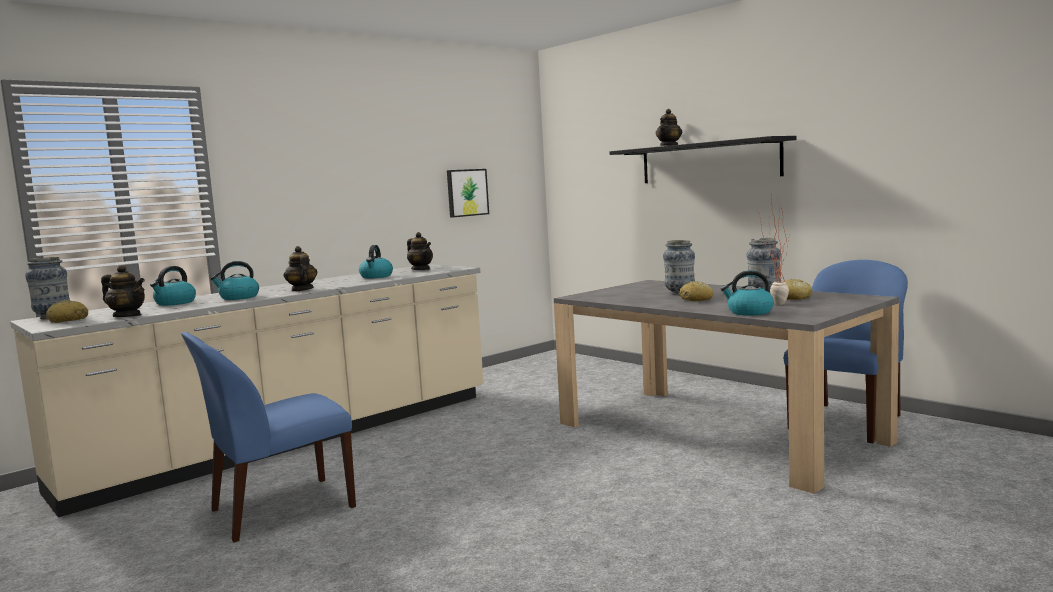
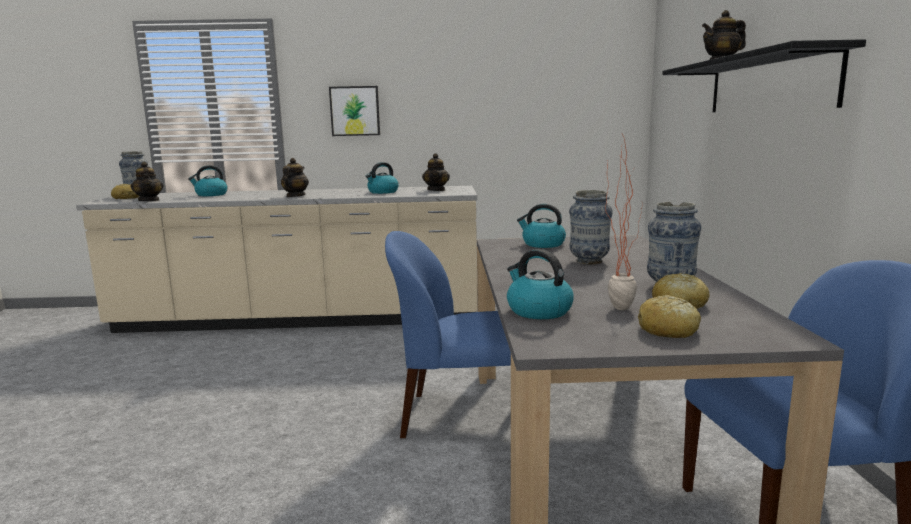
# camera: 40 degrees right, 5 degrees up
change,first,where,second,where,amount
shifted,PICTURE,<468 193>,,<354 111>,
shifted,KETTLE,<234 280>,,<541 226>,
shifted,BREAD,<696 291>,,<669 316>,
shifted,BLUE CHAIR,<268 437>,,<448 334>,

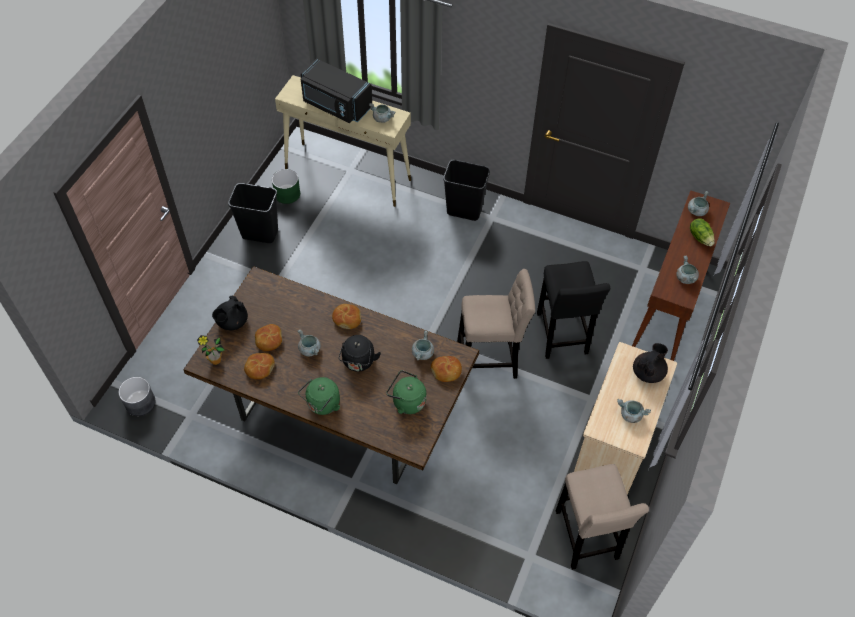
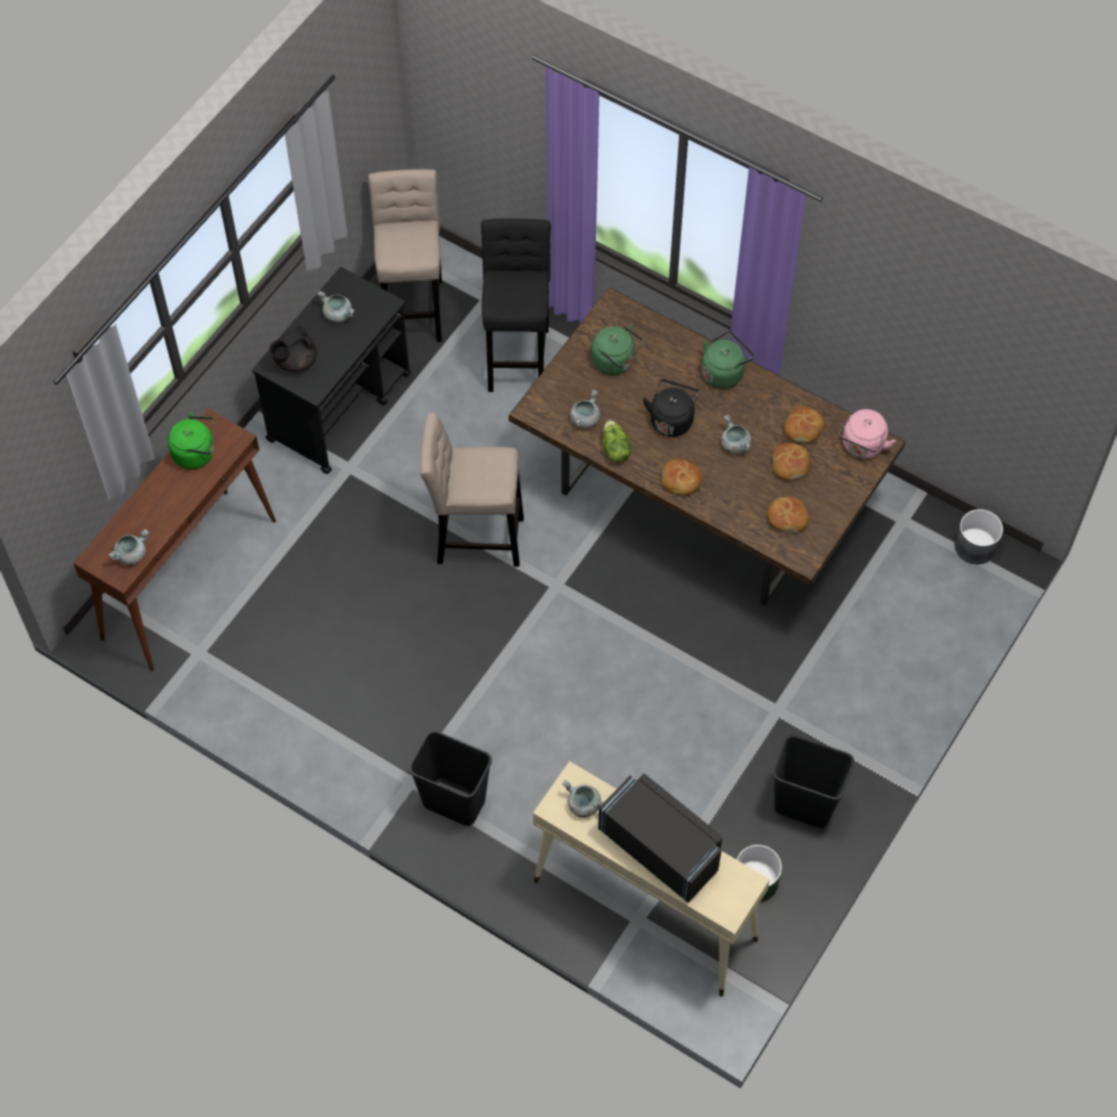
# camera: 170 degrees left, 5 degrees up
change,first,where,second,where,amount
shifted,LETTUCE,<702 232>,,<616 441>,
swapped,GREY COOKING POT,<687 269>,GREEN KETTLE,<191 440>,
shifted,BLACK STOOL,<573 310>,,<516 305>,
gone,BLACK TEAPOT,<230 313>,,,
swapped,POTTED PLANT,<210 350>,PINK KETTLE,<867 434>,
repainted,BEIGE CART,<625 420>,BLACK CART,<331 370>,
shifted,BREAD,<446 369>,,<788 515>,

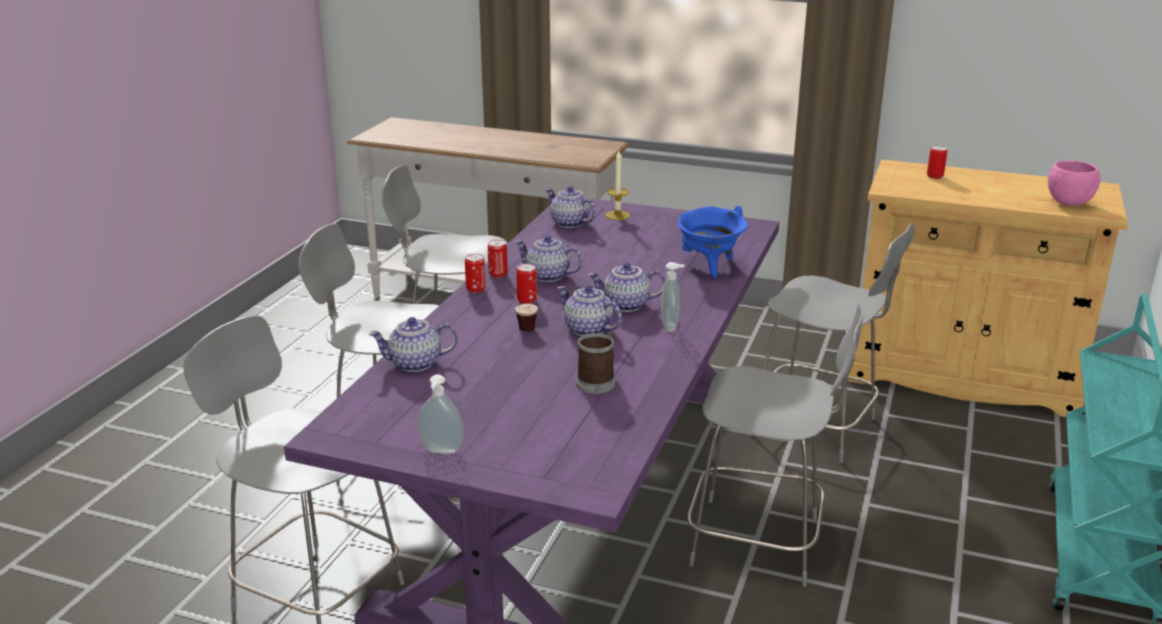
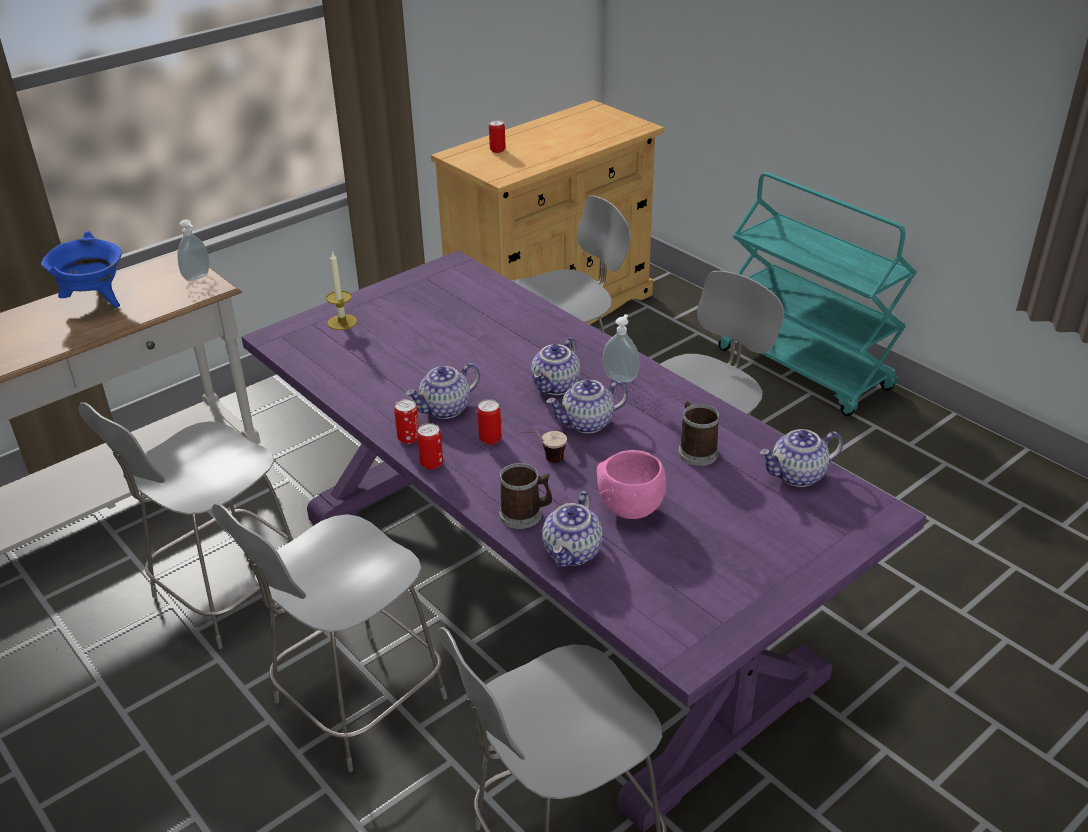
# camera: 60 degrees left, 10 degrees up
change,first,where,second,where,amount
shifted,PINK BOWL,<1074 183>,,<631 484>,
shifted,TEAPOT,<571 207>,,<801 458>,
shifted,BLUE COOKING POT,<713 242>,,<81 269>,
shifted,SOAP DISPENSER,<440 414>,,<193 250>,
new,,,MUG,<525 496>,

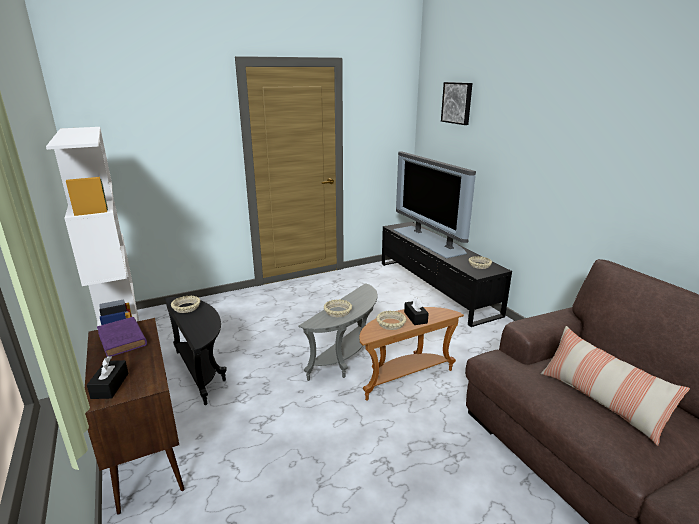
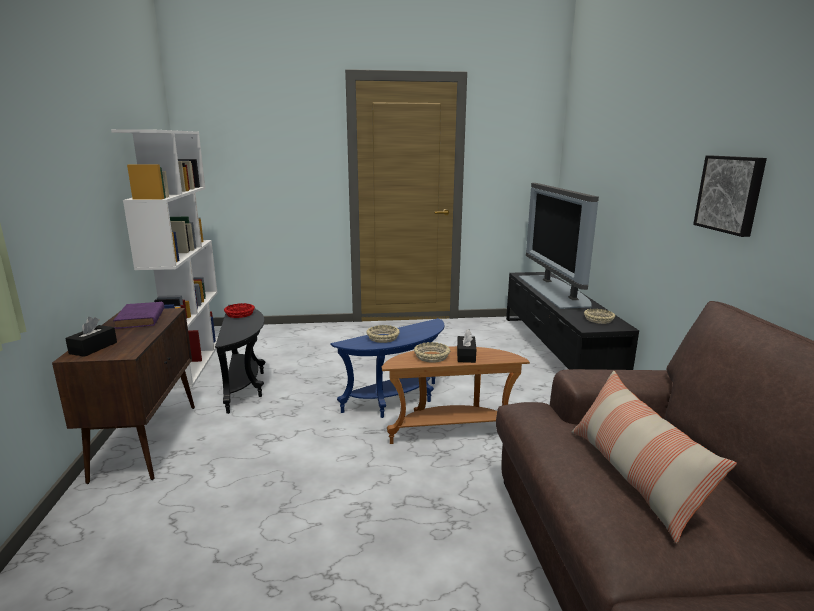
# camera: 20 degrees right, 5 degrees down
change,first,where,second,where,amount
shifted,PICTURE,<457 103>,,<730 196>,
repainted,GREY SIDE TABLE,<338 332>,BLUE SIDE TABLE,<387 368>,
repainted,BEIGE BOWL,<185 304>,RED BOWL,<239 310>,

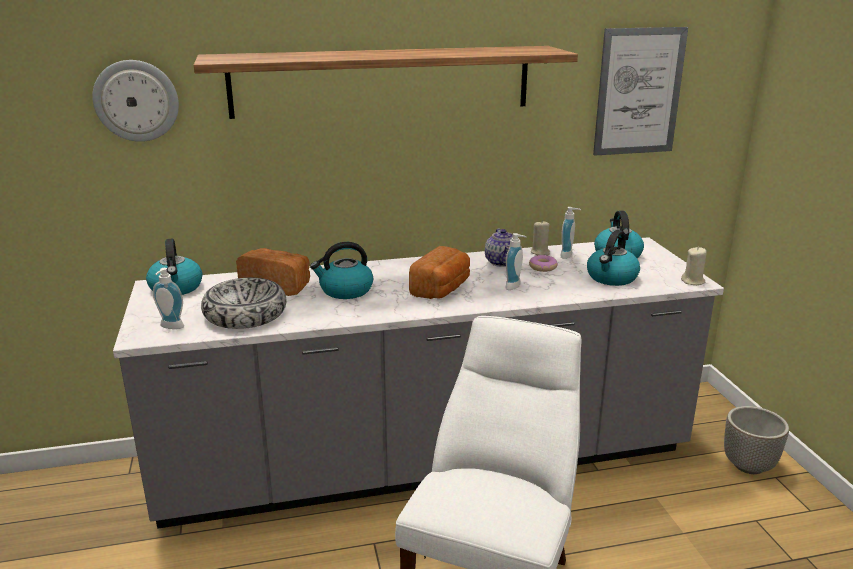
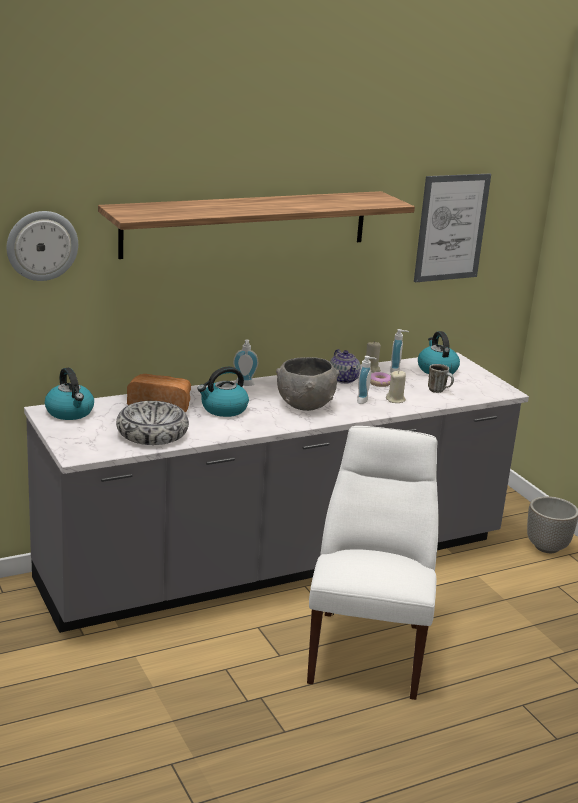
# camera: 15 degrees left, 0 degrees up
change,first,where,second,where,amount
swapped,KETTLE,<613 258>,MUG,<441 378>,
swapped,BREAD,<439 272>,GREY BOWL,<308 384>,
shifted,BEIGE CANDLE,<694 266>,,<396 386>,
shifted,SOAP DISPENSER,<168 298>,,<245 363>,

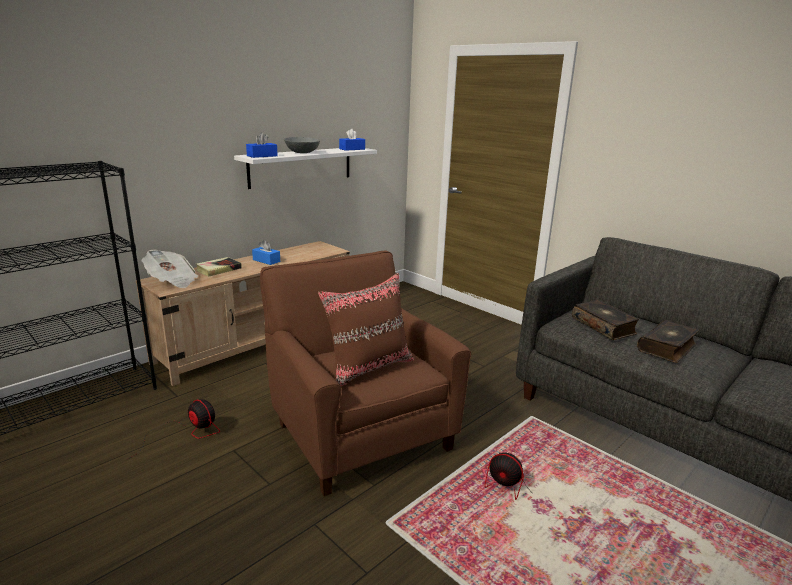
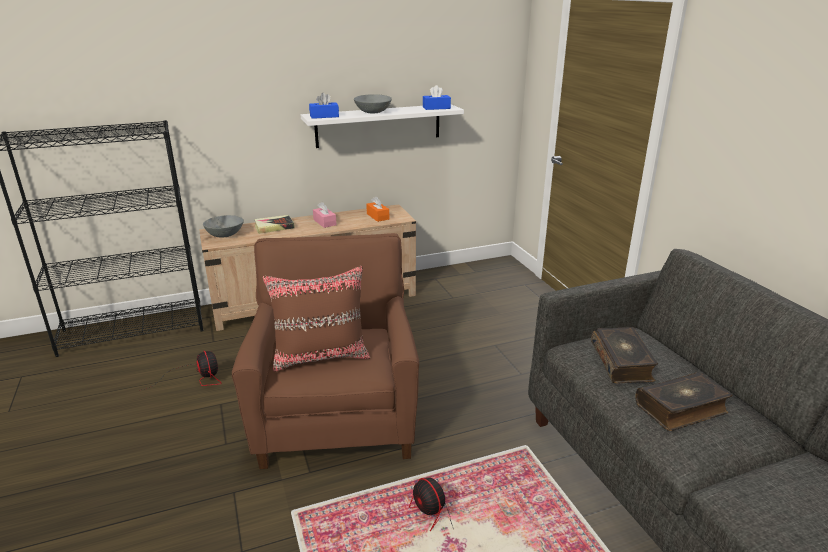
# camera: 25 degrees right, 5 degrees up
change,first,where,second,where,amount
repainted,BLUE TISSUE BOX,<266 252>,PINK TISSUE BOX,<325 215>,
swapped,NEWSPAPER,<170 269>,GREY BOWL,<223 226>,
new,,,ORANGE TISSUE BOX,<377 209>,

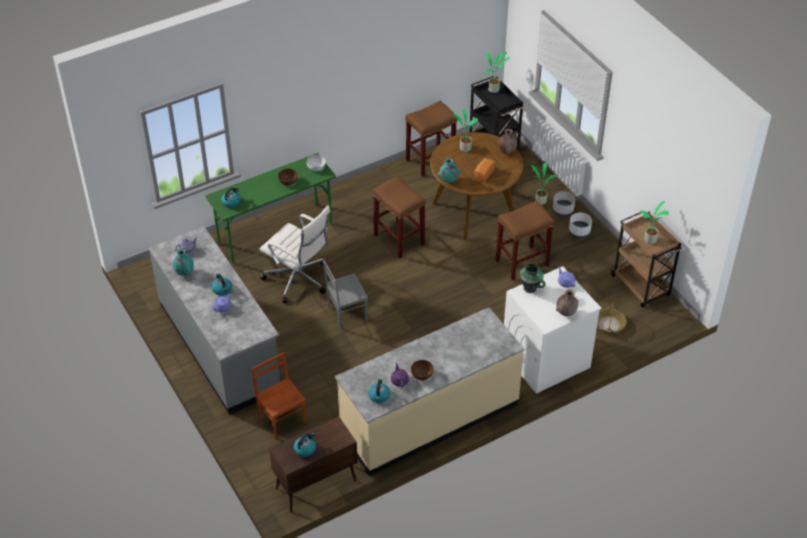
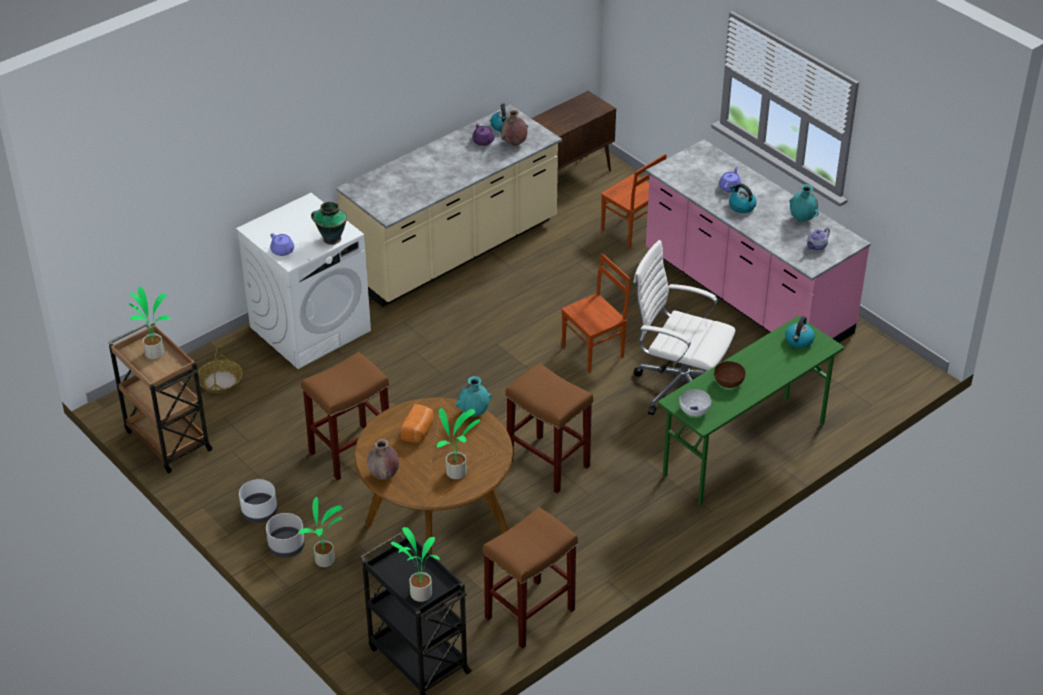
# camera: 170 degrees right, 5 degrees down
change,first,where,second,where,amount
repainted,GREY COUNTER,<214 320>,PINK COUNTER,<758 241>,
repainted,GREY CHAIR,<345 294>,BROWN CHAIR,<595 313>,
shifted,BROWN VASE,<567 303>,,<514 128>,
gone,BROWN BOWL,<422 370>,,,
gone,KETTLE,<305 445>,,,

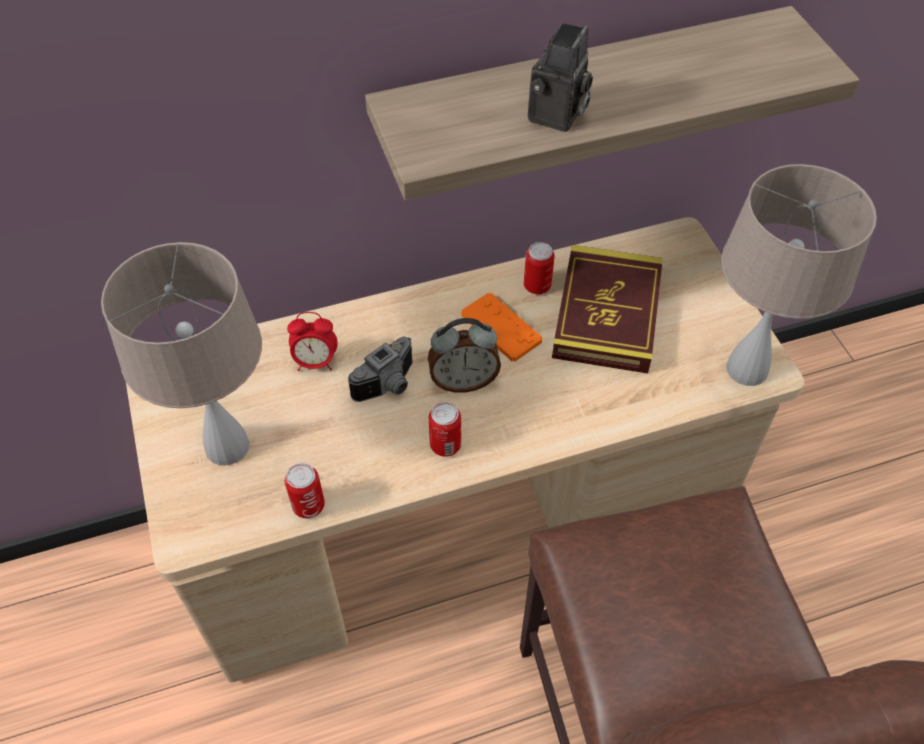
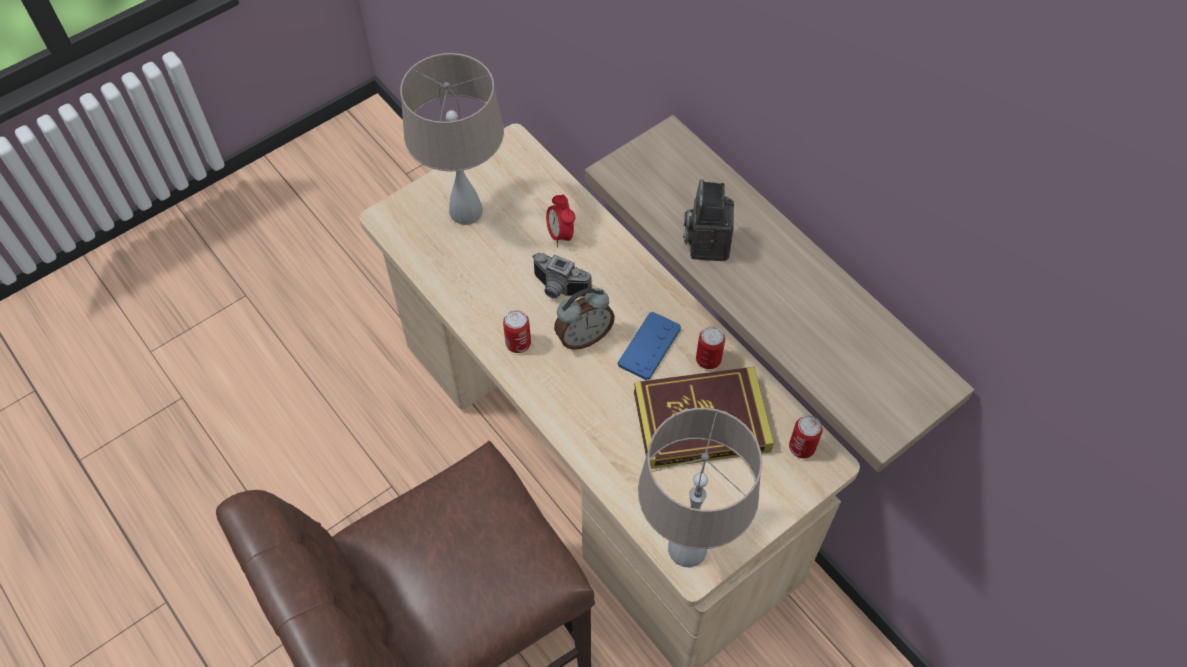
# camera: 70 degrees right, 5 degrees up
change,first,where,second,where,amount
rotated,PHOTO CAMERA,<560 77>,,<708 220>,90 degrees clockwise
repainted,ORANGE GAME CONTROLLER,<501 327>,BLUE GAME CONTROLLER,<649 345>,
rotated,ALARM CLOCK,<464 355>,,<584 319>,90 degrees counterclockwise
shifted,CAN,<305 490>,,<806 436>,

